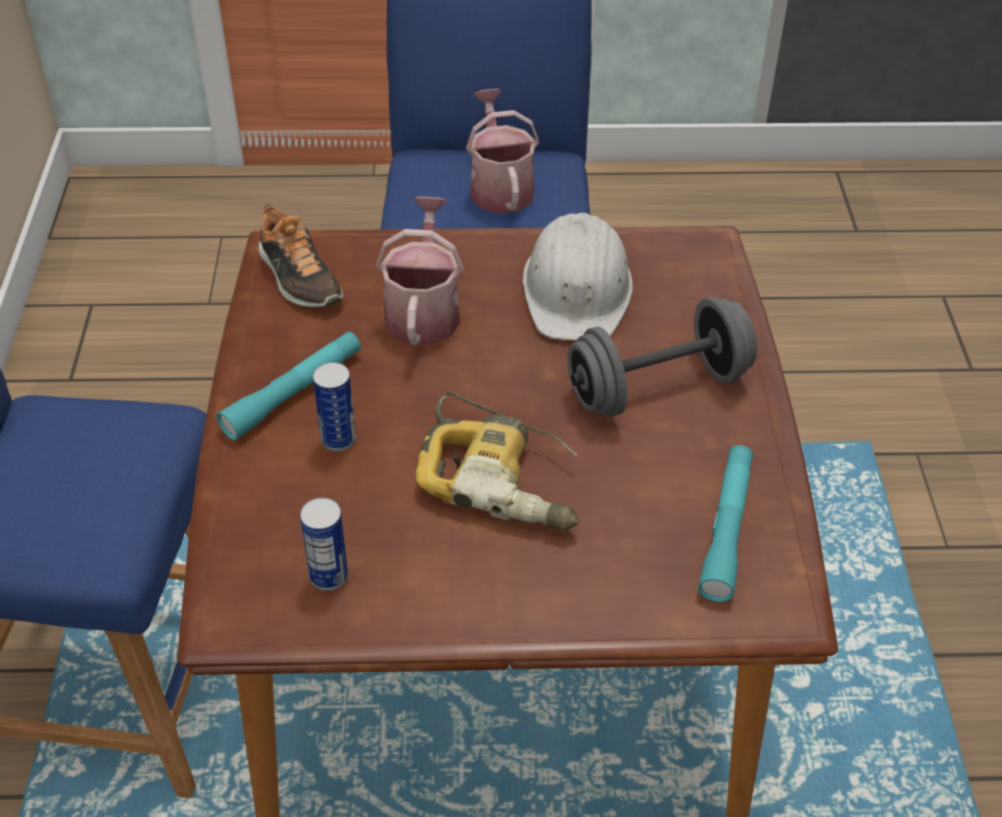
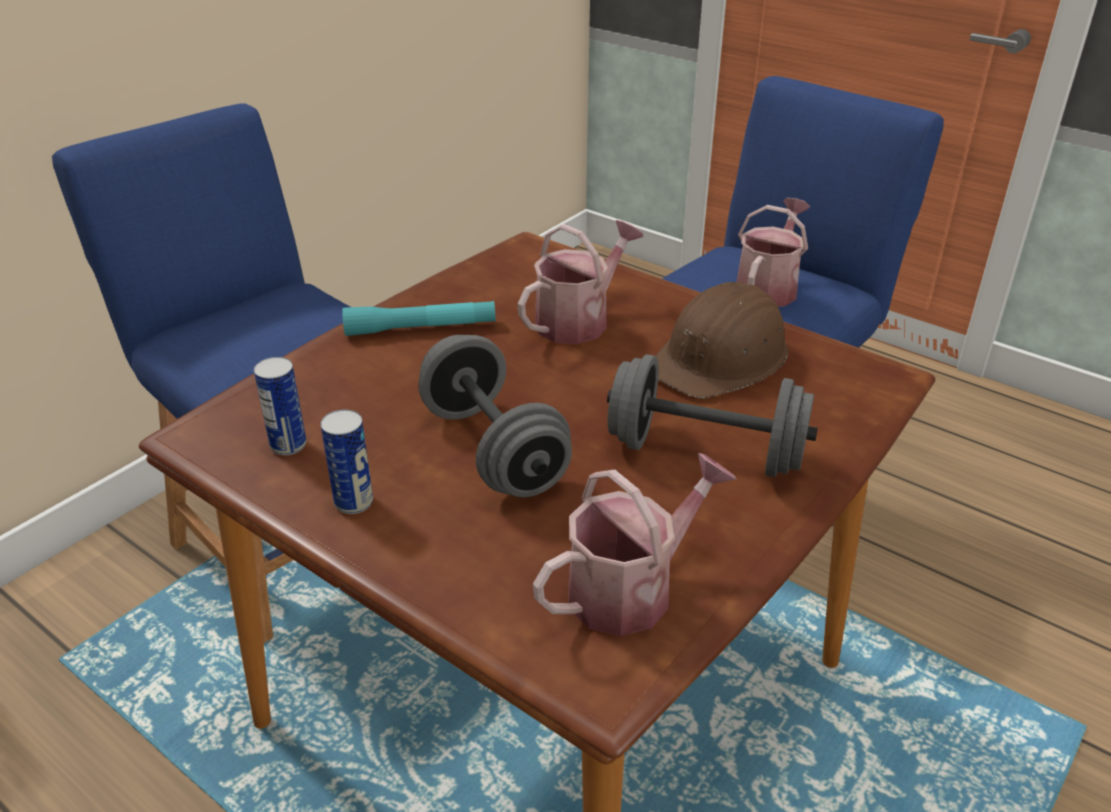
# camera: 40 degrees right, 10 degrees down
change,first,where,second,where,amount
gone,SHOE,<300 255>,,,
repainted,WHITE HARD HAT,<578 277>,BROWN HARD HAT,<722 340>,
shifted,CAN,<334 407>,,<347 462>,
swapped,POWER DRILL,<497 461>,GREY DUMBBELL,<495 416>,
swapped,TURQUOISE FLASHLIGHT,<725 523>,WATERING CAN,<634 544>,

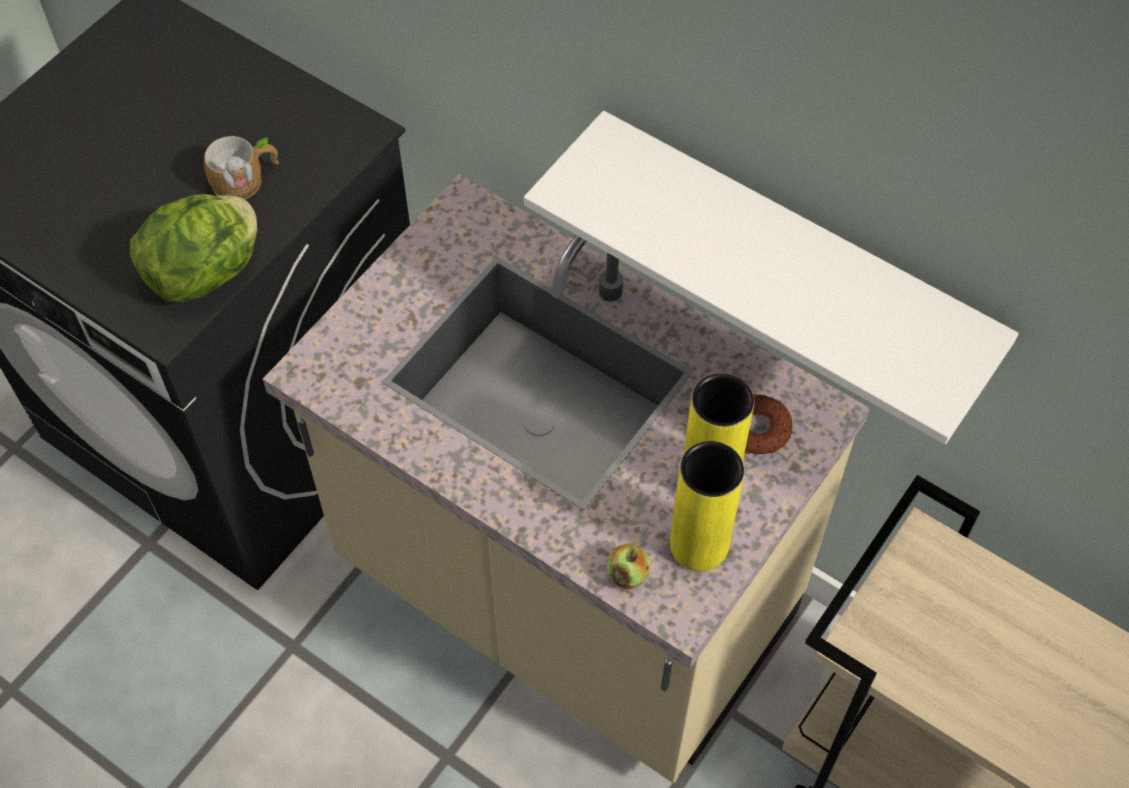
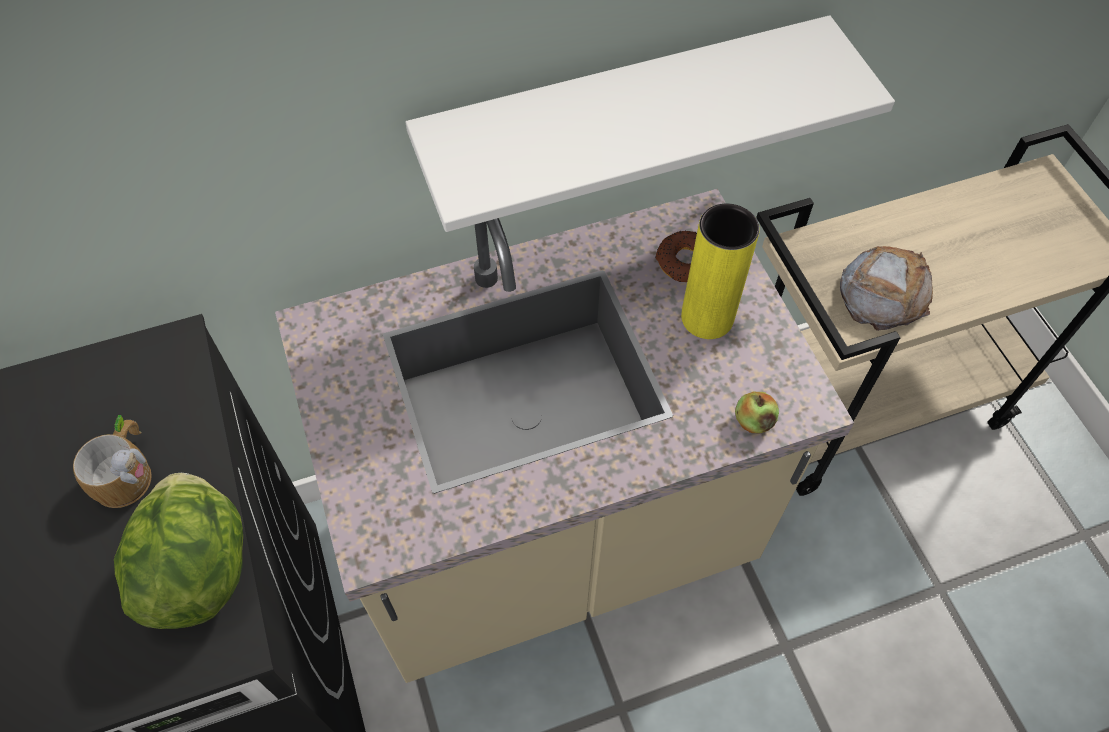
# camera: 55 degrees left, 0 degrees up
change,first,where,second,where,amount
gone,YELLOW VASE,<707 506>,,,
new,,,BREAD,<886 288>,

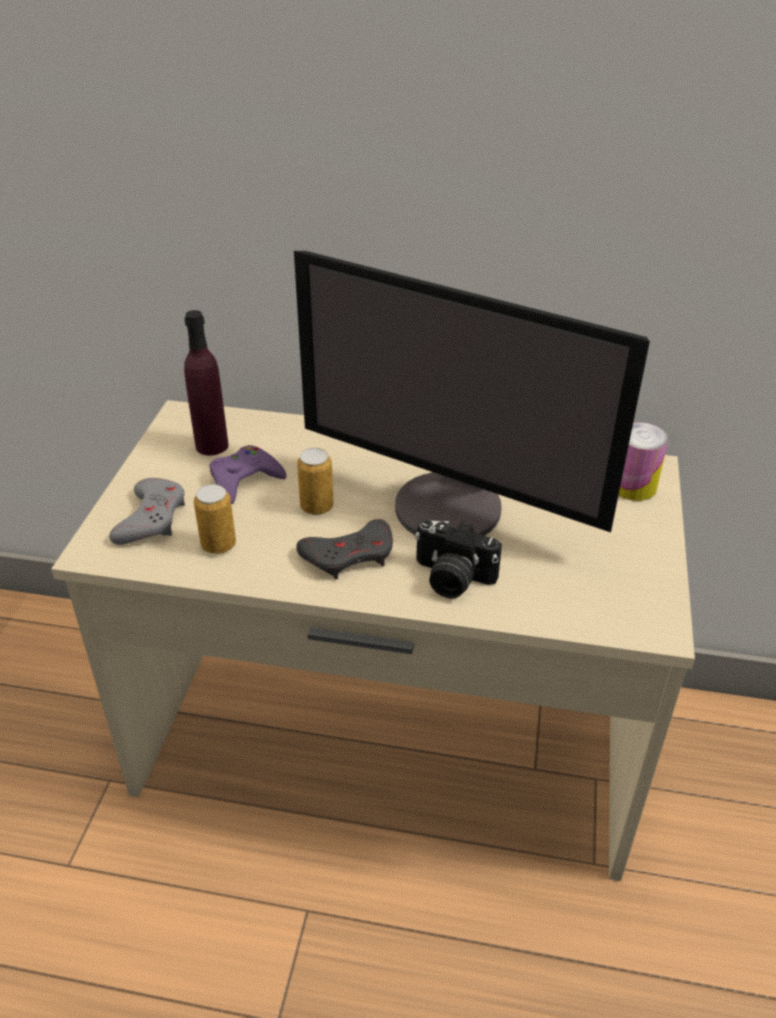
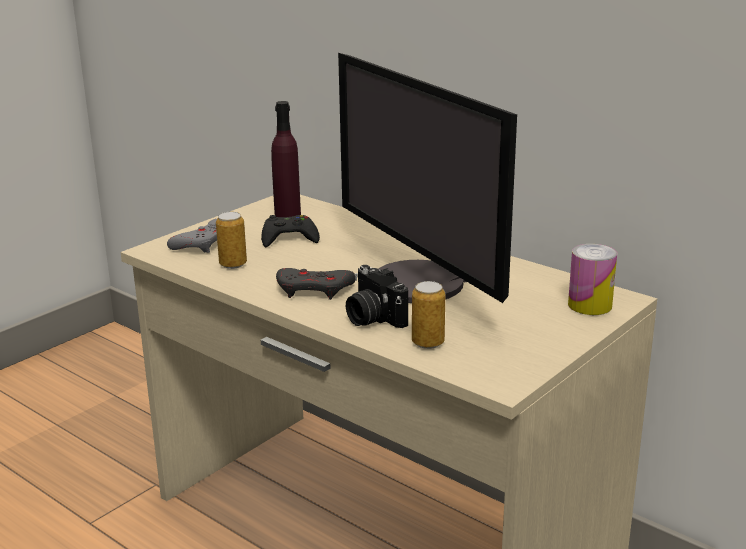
# camera: 30 degrees right, 15 degrees down
change,first,where,second,where,amount
repainted,PURPLE GAME CONTROLLER,<247 474>,BLACK GAME CONTROLLER,<290 231>,
shifted,CAN,<315 481>,,<428 315>,

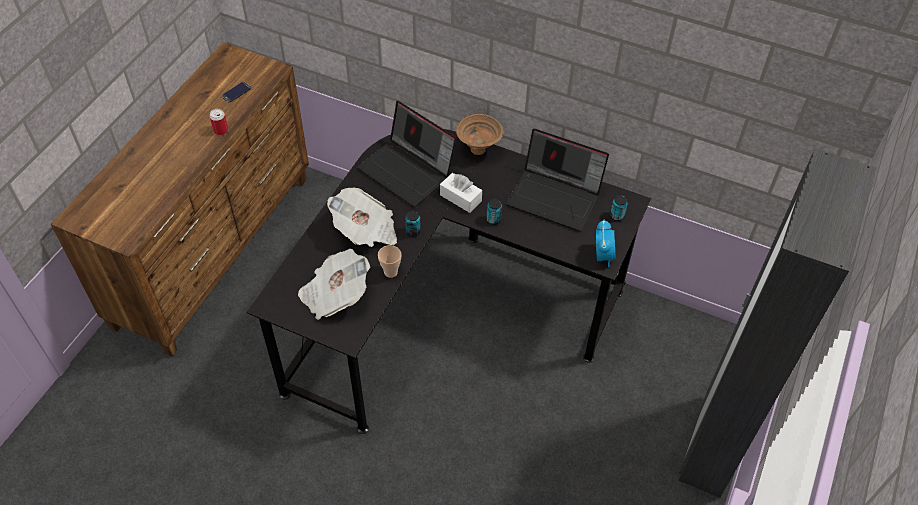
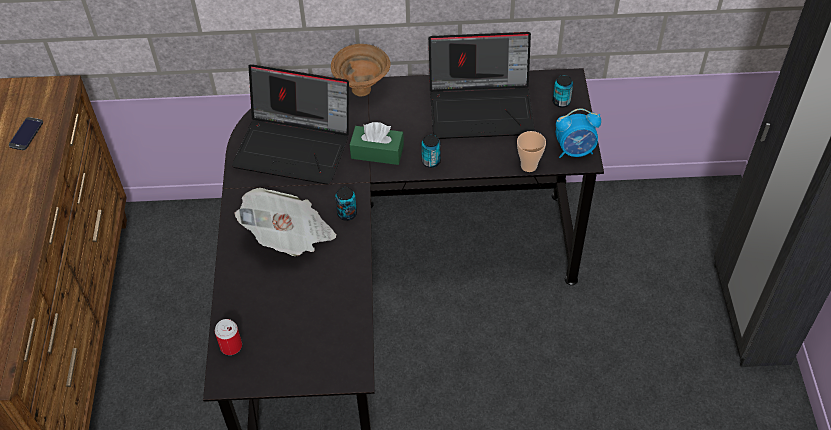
# camera: 25 degrees left, 0 degrees up
change,first,where,second,where,amount
shifted,CAN,<218 122>,,<228 337>,
repainted,WHITE TISSUE BOX,<461 193>,GREEN TISSUE BOX,<377 143>,
rotated,ALARM CLOCK,<605 243>,,<578 133>,105 degrees clockwise
shifted,CUP,<390 261>,,<531 151>,
gone,NEWSPAPER,<334 284>,,,

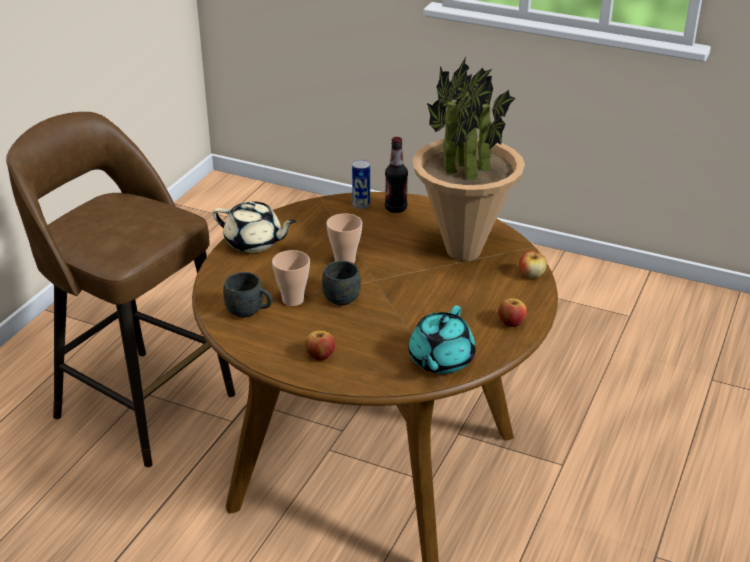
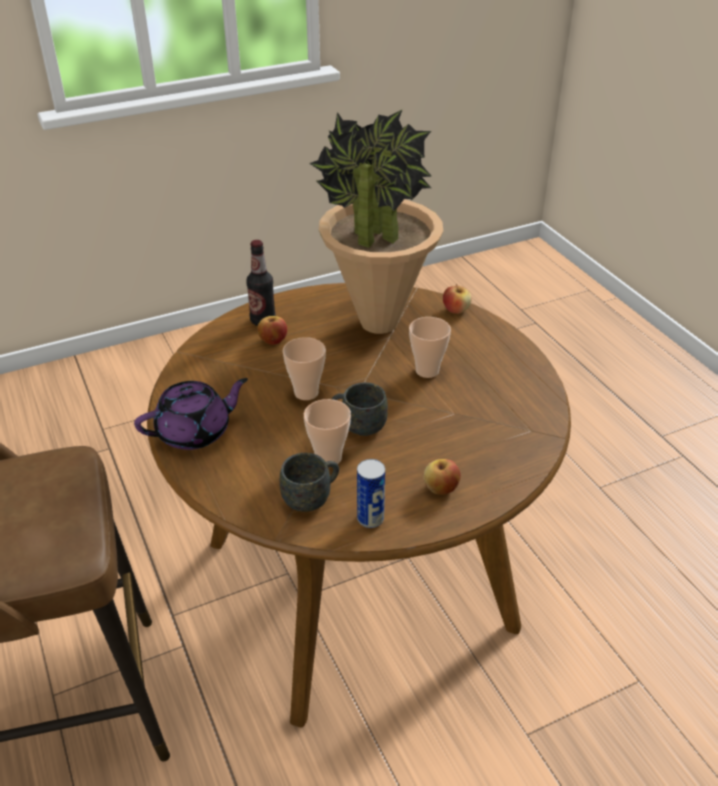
# camera: 50 degrees left, 5 degrees up
change,first,where,second,where,amount
shifted,CAN,<361 184>,,<371 493>,
repainted,BEIGE TEAPOT,<254 227>,PURPLE TEAPOT,<191 414>,
shifted,APPLE,<512 312>,,<272 330>,
gone,TURQUOISE TEAPOT,<442 340>,,,
new,,,CUP,<430 347>,

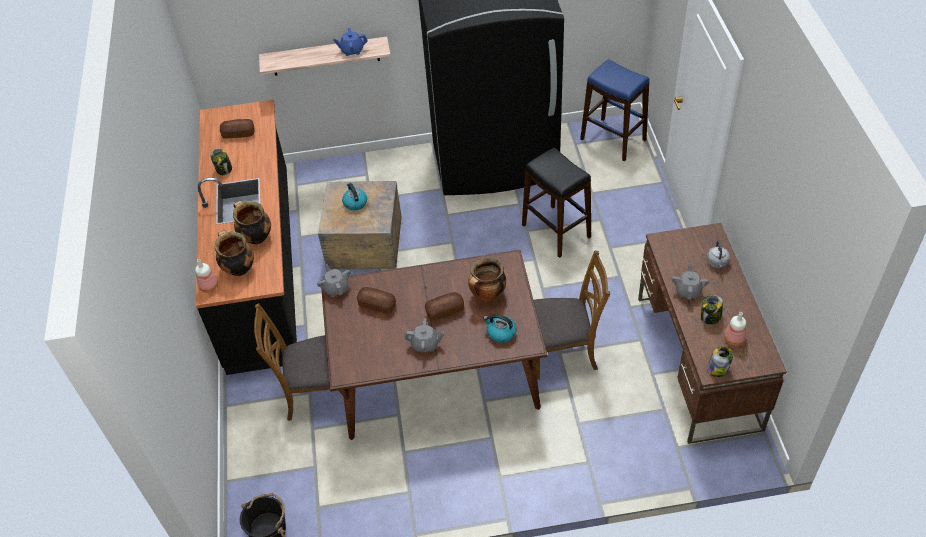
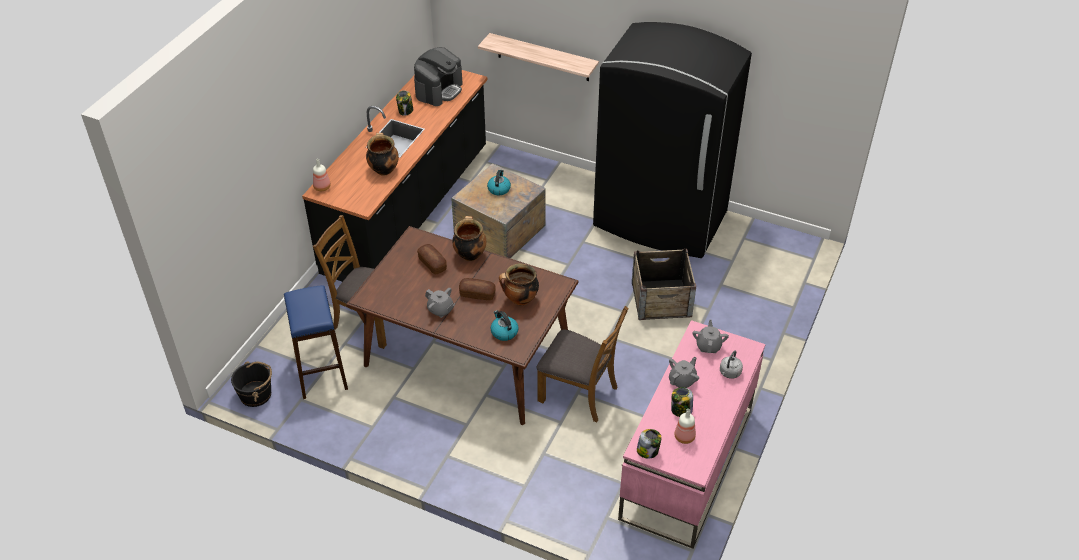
# camera: 30 degrees right, 5 degrees down
change,first,where,second,where,amount
gone,BLUE TEAPOT,<350 42>,,,
shifted,BLUE STOOL,<615 110>,,<316 342>,
swapped,BREAD,<237 129>,COFFEE MACHINE,<438 76>,
swapped,BLACK STOOL,<556 203>,CRATE,<664 284>,
repainted,BROWN DESK,<712 333>,PINK DESK,<692 434>,
shifted,COOKING POT,<234 253>,,<469 238>,
shifted,GREY TEAPOT,<334 280>,,<710 336>,

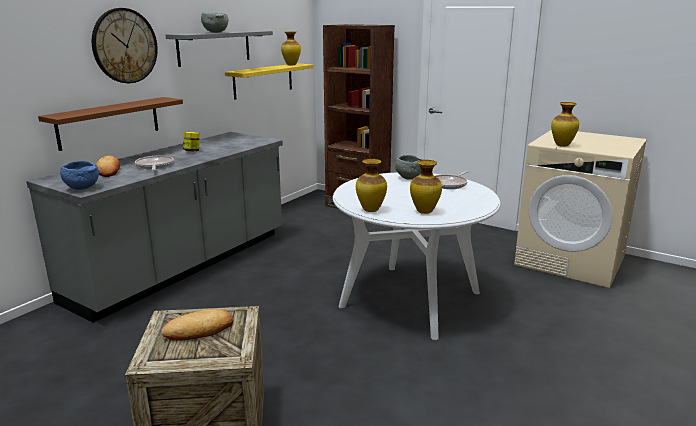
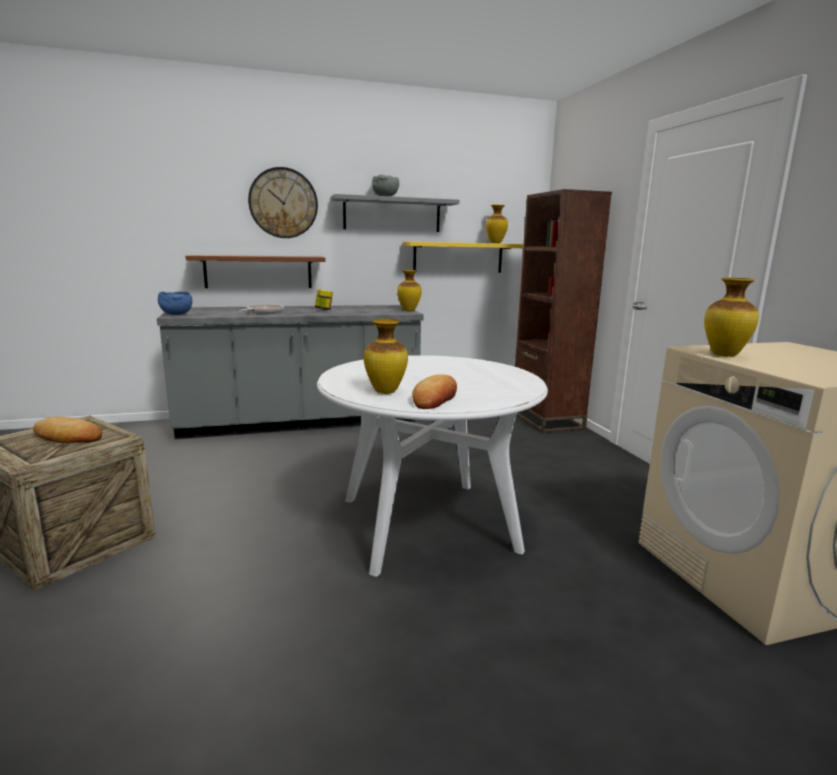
# camera: 40 degrees right, 5 degrees down
change,first,where,second,where,amount
gone,GREY BOWL,<409 167>,,,
shifted,BREAD,<108 166>,,<434 391>,
shifted,VASE,<371 185>,,<409 290>,
gone,FRYING PAN,<452 180>,,,

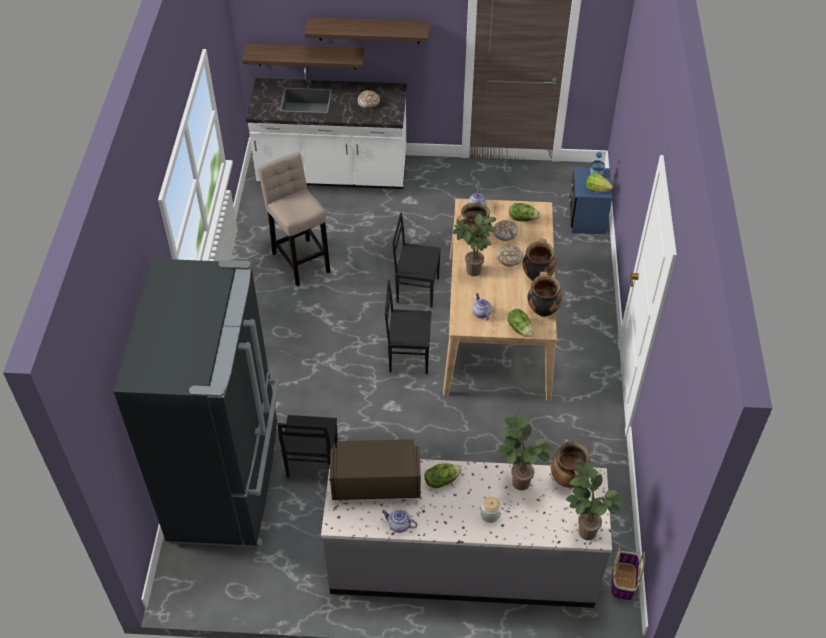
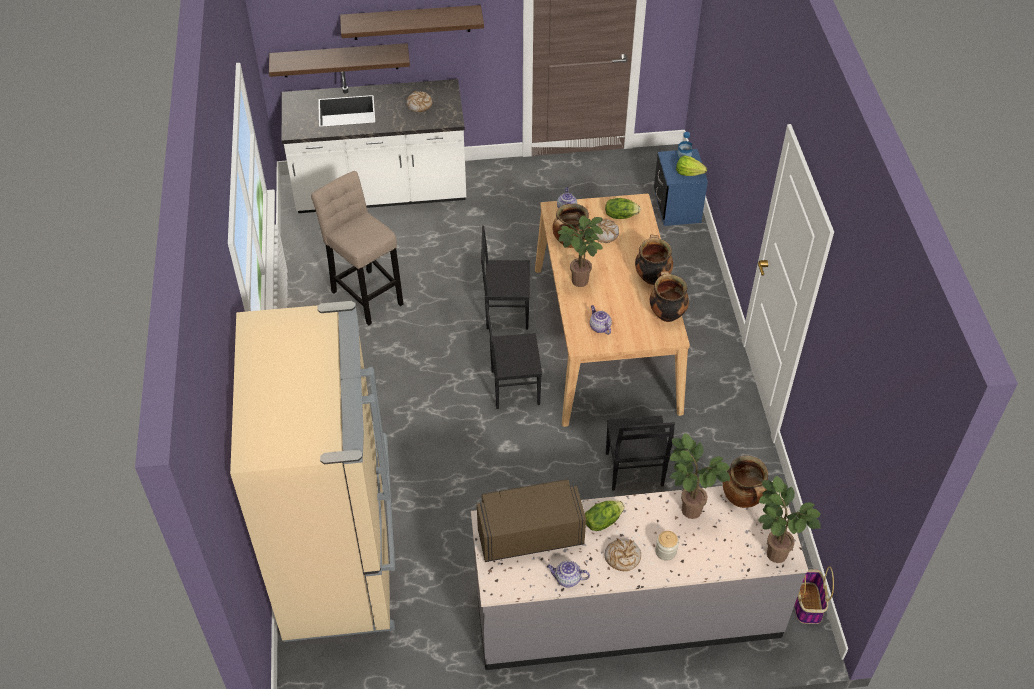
# camera: 10 degrees left, 0 degrees up
change,first,where,second,where,amount
shifted,BREAD,<510 256>,,<623 554>,
repainted,BLACK FRIDGE,<196 403>,BEIGE FRIDGE,<312 471>,
gone,LETTUCE,<520 323>,,,
shifted,BLACK CHAIR,<308 446>,,<640 453>,

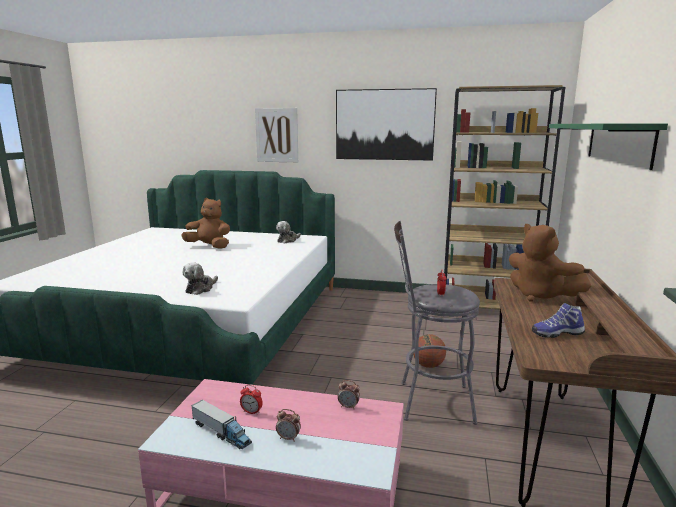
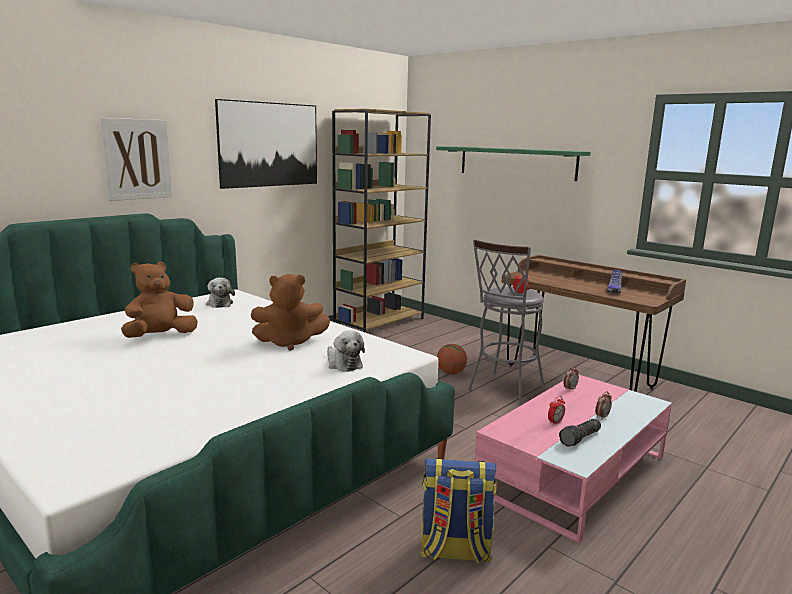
# camera: 60 degrees left, 0 degrees up
change,first,where,second,where,amount
shifted,BROWN PLUSH TOY,<550 263>,,<290 312>,
swapped,TOY TRUCK,<221 424>,FLASHLIGHT,<580 433>,
new,,,BACKPACK,<458 510>,

